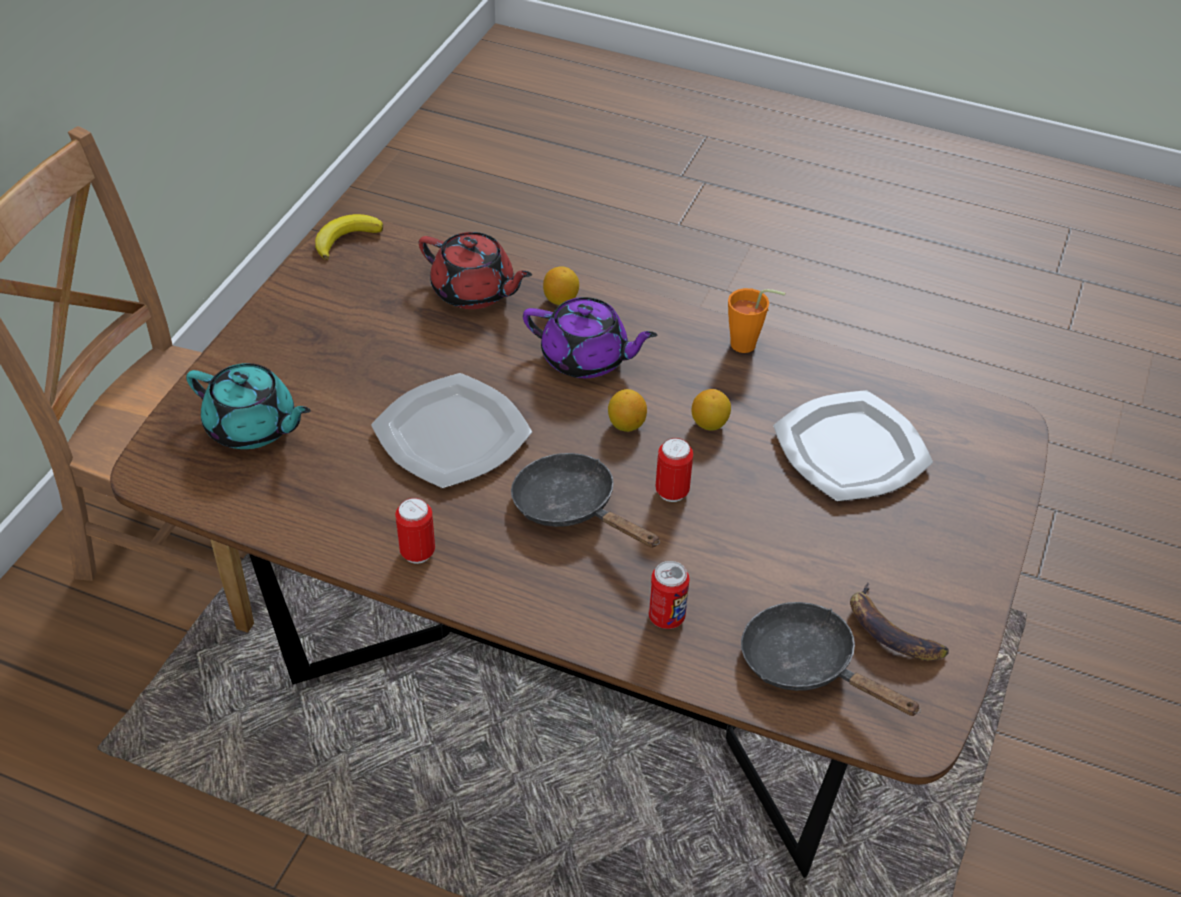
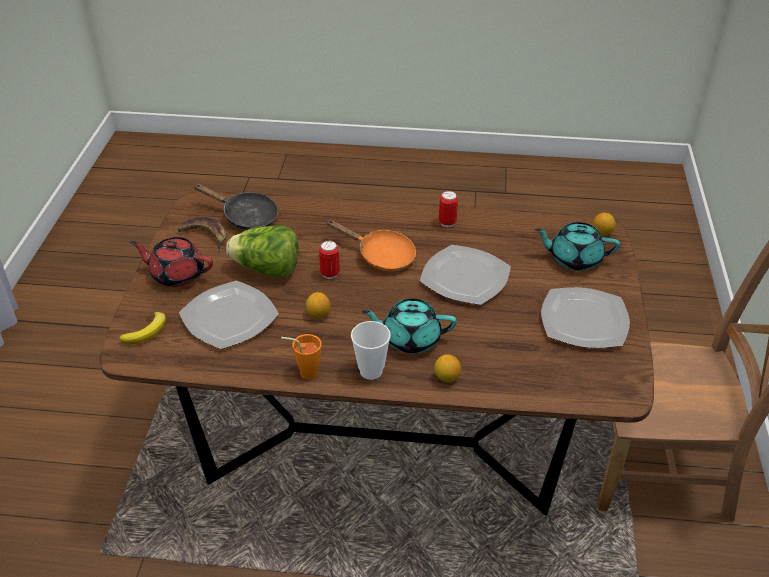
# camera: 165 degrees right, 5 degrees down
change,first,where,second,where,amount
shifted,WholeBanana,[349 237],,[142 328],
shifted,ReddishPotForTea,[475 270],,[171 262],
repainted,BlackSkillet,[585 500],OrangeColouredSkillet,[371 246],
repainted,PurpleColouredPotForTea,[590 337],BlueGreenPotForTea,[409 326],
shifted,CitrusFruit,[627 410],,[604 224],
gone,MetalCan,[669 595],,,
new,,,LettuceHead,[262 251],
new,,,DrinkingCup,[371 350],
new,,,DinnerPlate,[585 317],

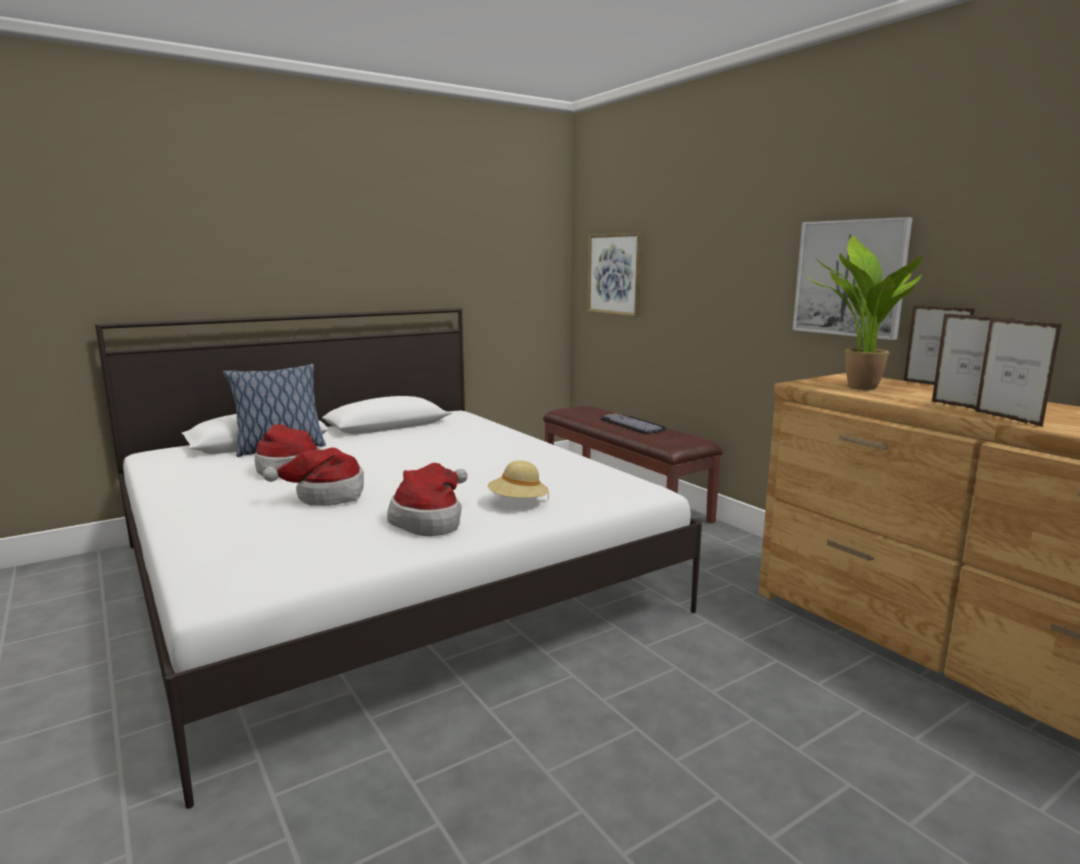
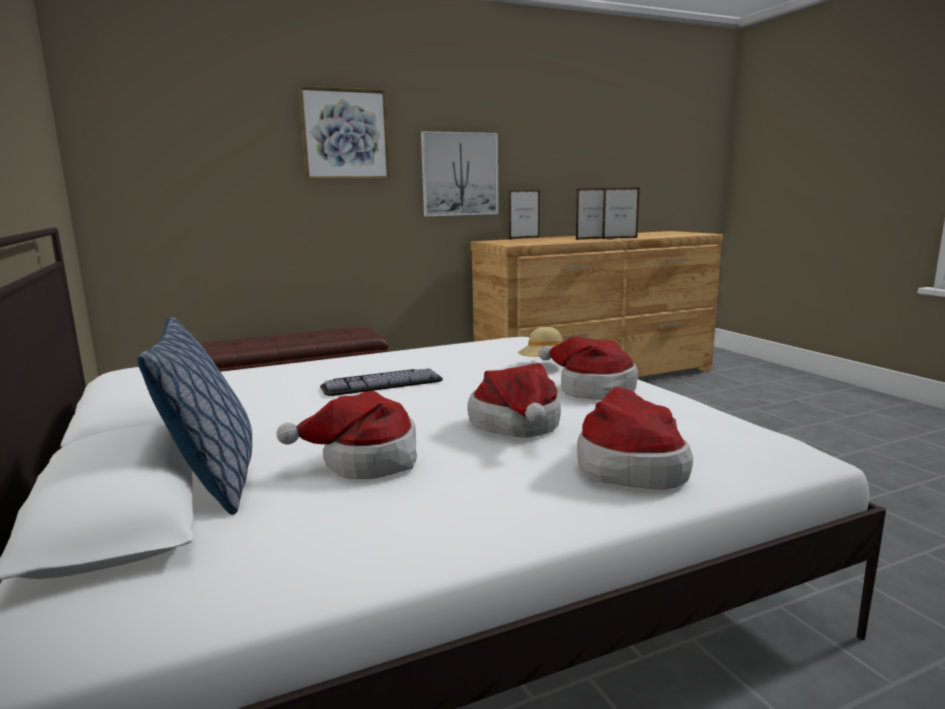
# camera: 80 degrees left, 0 degrees up
change,first,where,second,where,amount
shifted,WallPicture,[614 274],,[344 133],
shifted,Keyboard,[633 423],,[381 382],
gone,PottedPlant,[864 313],,,
new,,,WearableHat,[635 438],

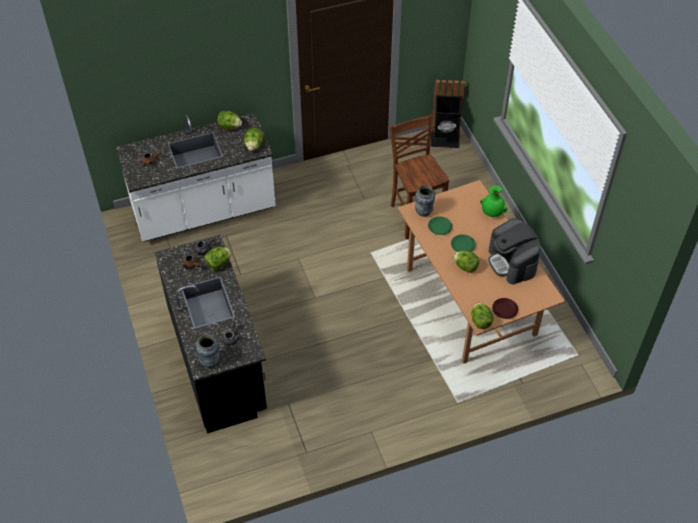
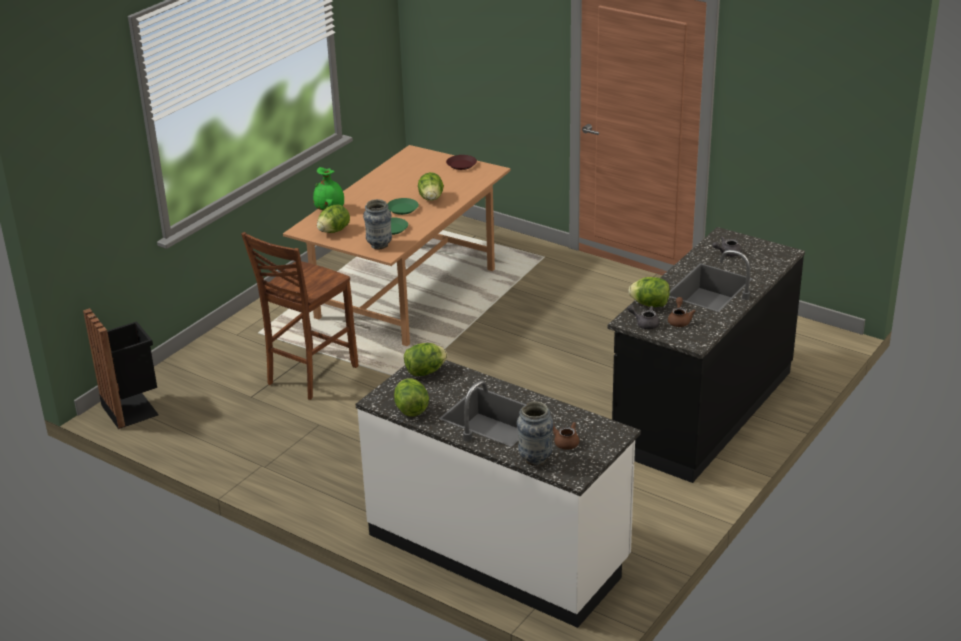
# camera: 125 degrees left, 20 degrees down
change,first,where,second,where,amount
shifted,FlowerVase,[208 351],,[535 434],
shifted,LettuceHead,[482 316],,[333 219],
gone,CoffeeMaker,[514 251],,,

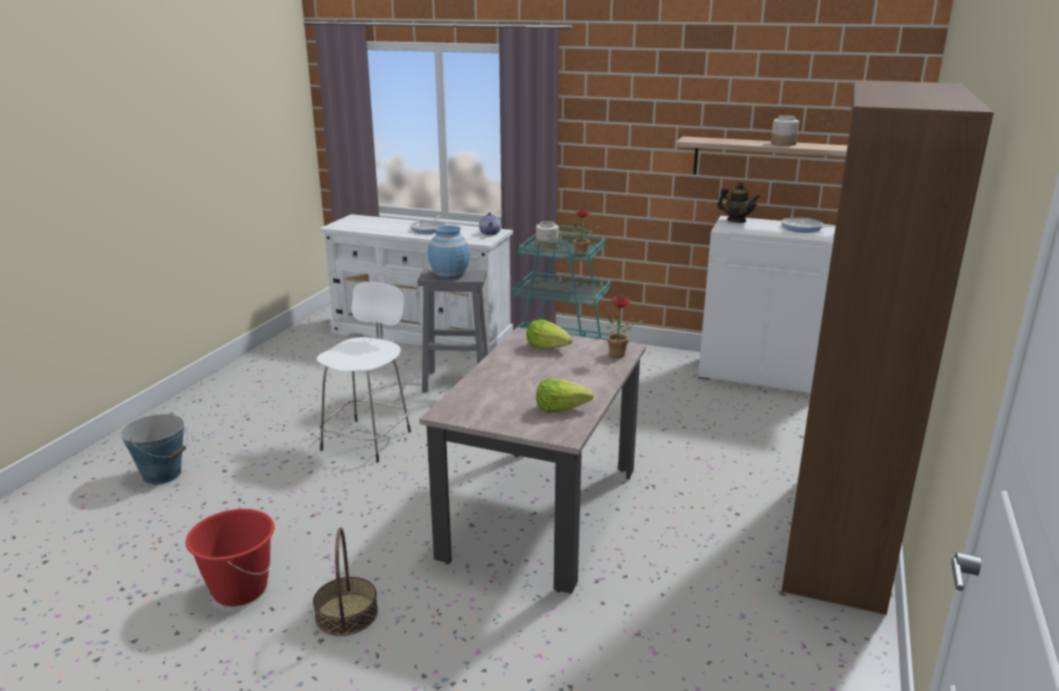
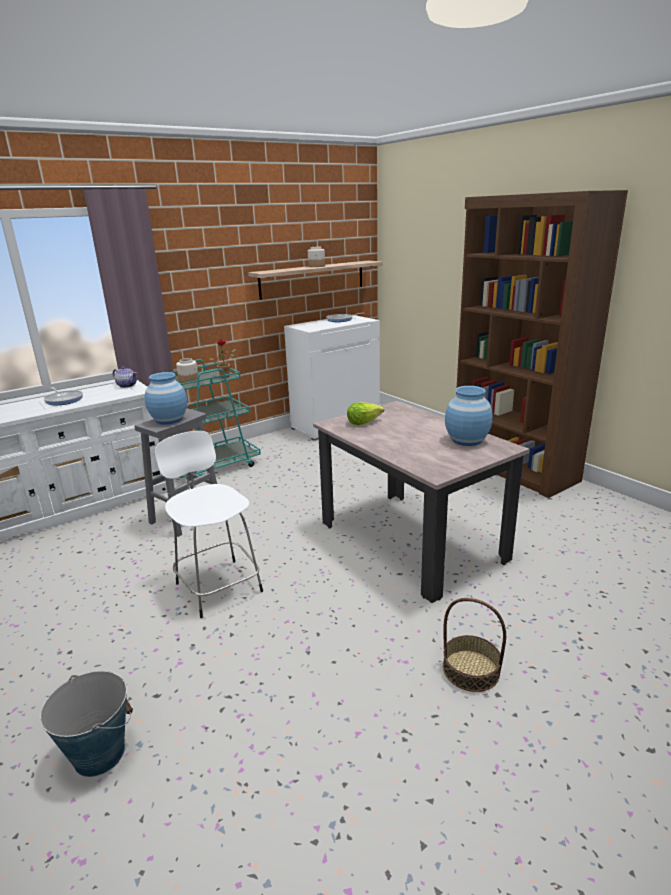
# camera: 55 degrees left, 0 degrees up
change,first,where,second,where,amount
gone,ReddishPail,[229 557],,,
swapped,LettuceHead,[565 396],BlueFlowerVase,[468 416],
gone,PottedPlant,[625 327],,,
gone,PotForTea,[738 203],,,

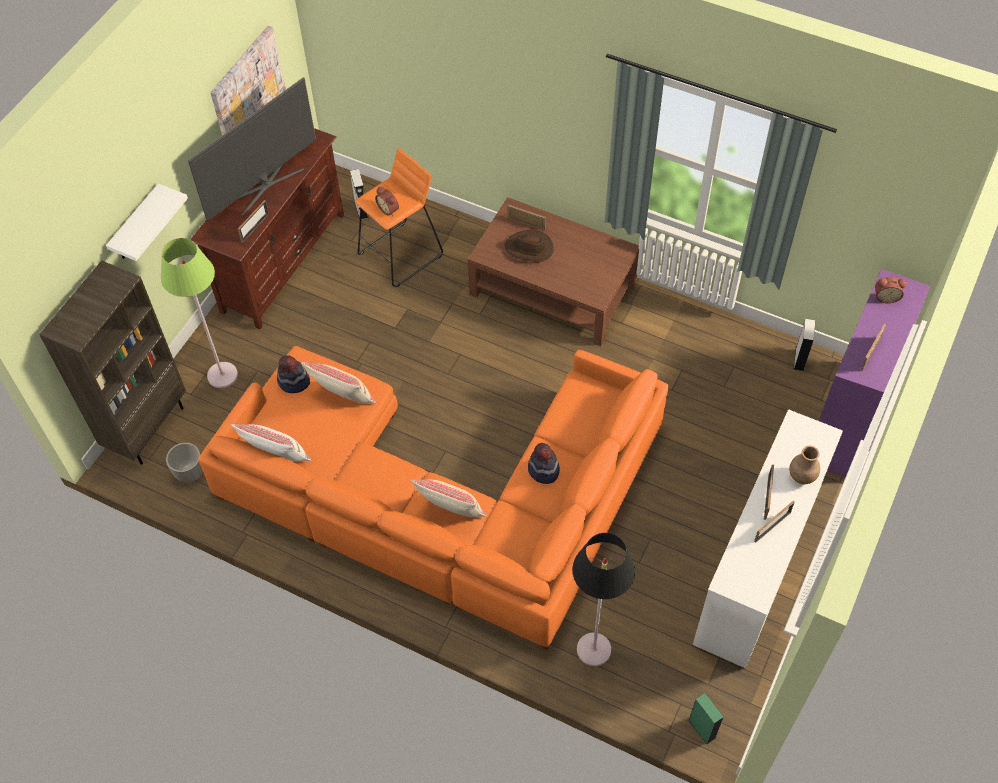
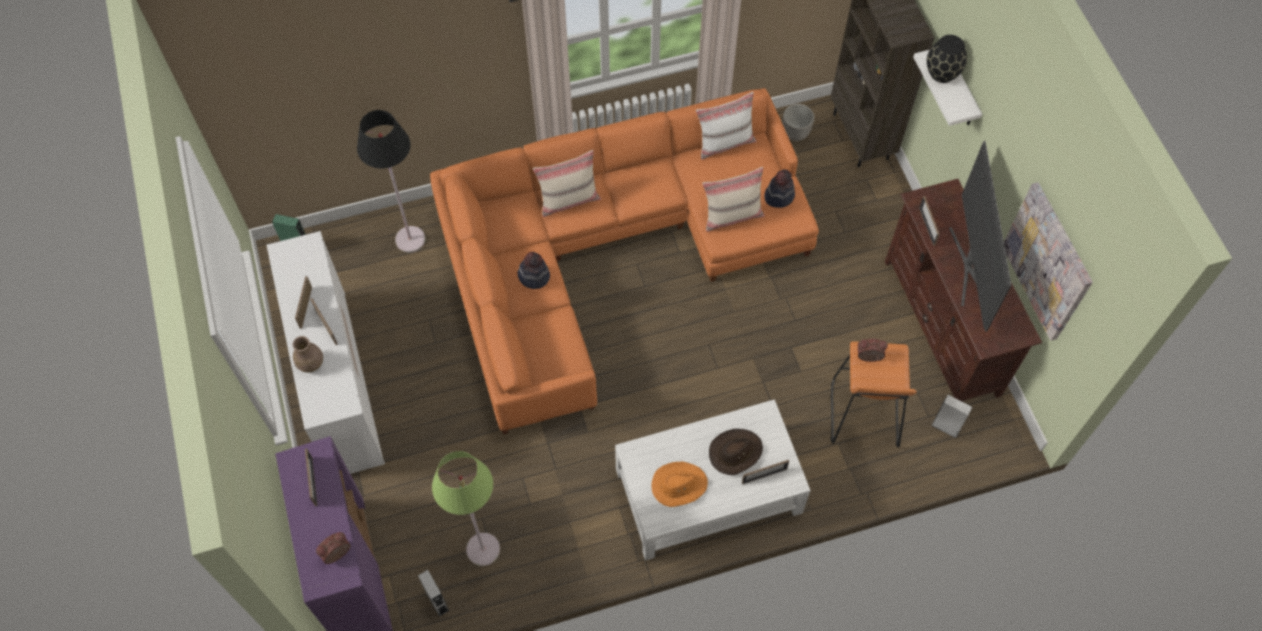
# camera: 135 degrees right, 5 degrees up
change,first,where,second,where,amount
shifted,GreenColouredFloorLamp,[199 313],,[466 508],
repainted,BrownLoungeTable,[553 271],WhiteLoungeTable,[713 480],
new,,,OrangeColouredWearableHat,[679 484],
new,,,BlackFlowerVase,[947 59],

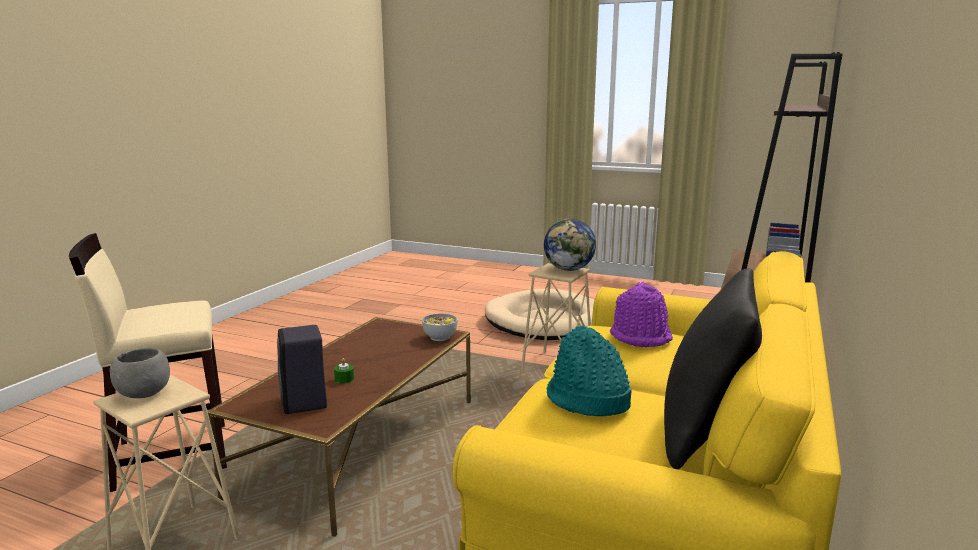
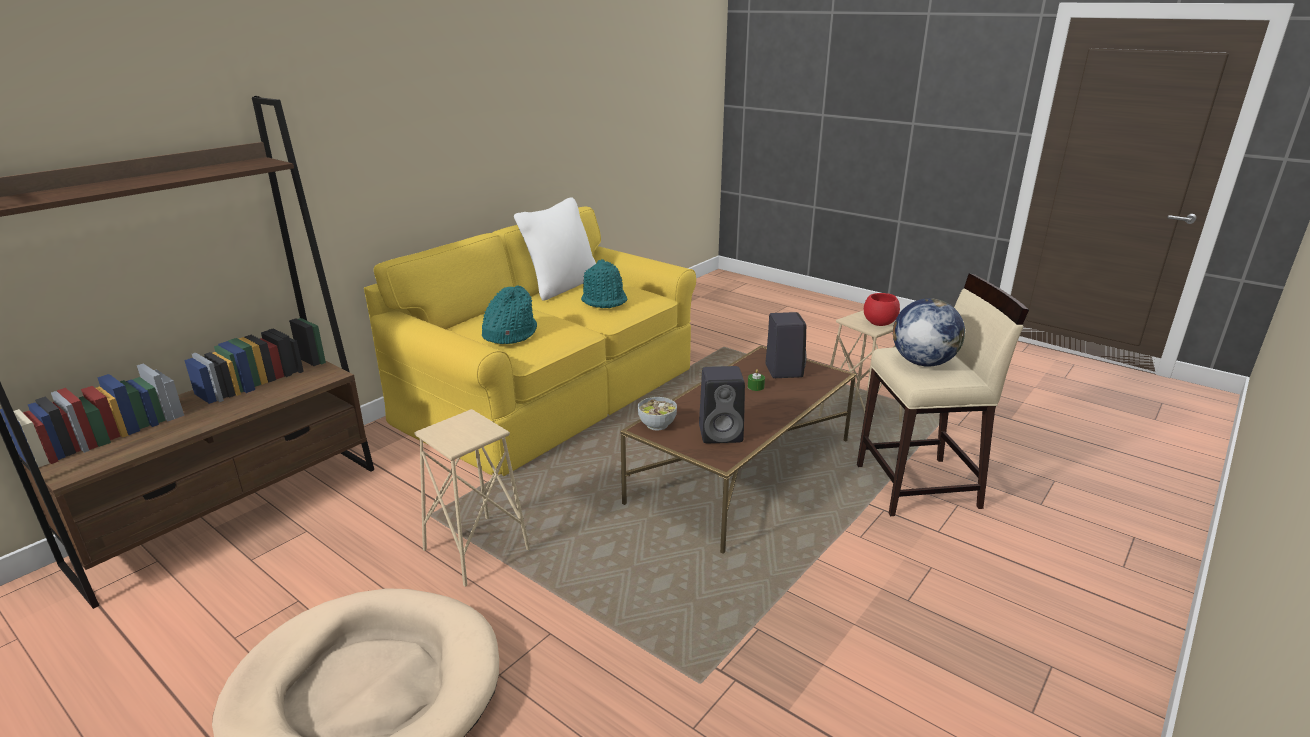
# camera: 165 degrees left, 10 degrees up
change,first,where,second,where,amount
repainted,GreyBowl,[140 372],ReddishBowl,[882 309],
shifted,DeskGlobe,[570 245],,[929 332],
repainted,PurpleColouredWearableHat,[641 314],BlueGreenWearableHat,[509 314],
repainted,BlackCushion,[713 368],WhiteCushion,[555 249],
new,,,BlackLoudspeaker,[722 404],

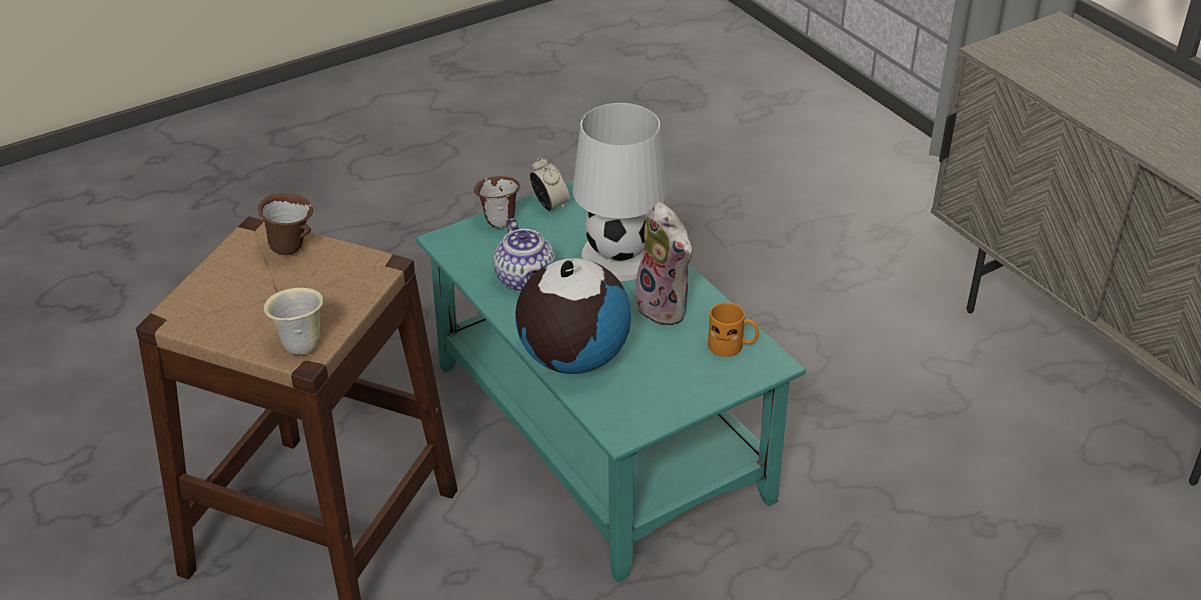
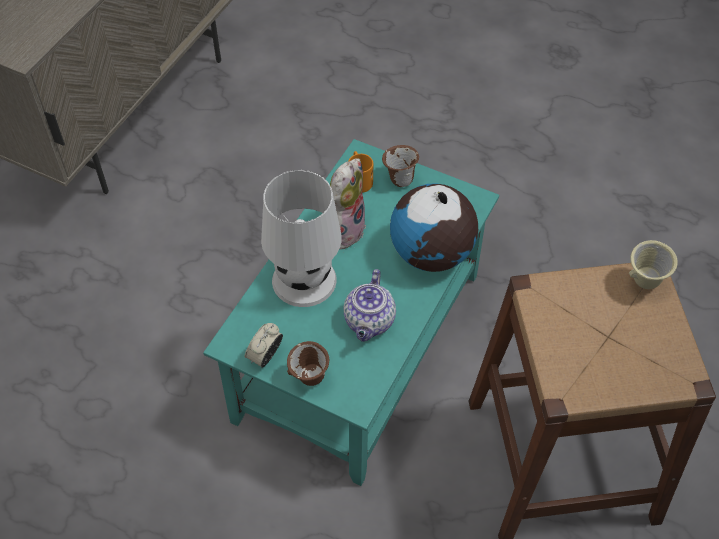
# camera: 120 degrees left, 15 degrees up
change,first,where,second,where,amount
shifted,BrownTeaMug,[285 224],,[400 166],
rotated,PotForTea,[524 255],,[370 305],150 degrees clockwise

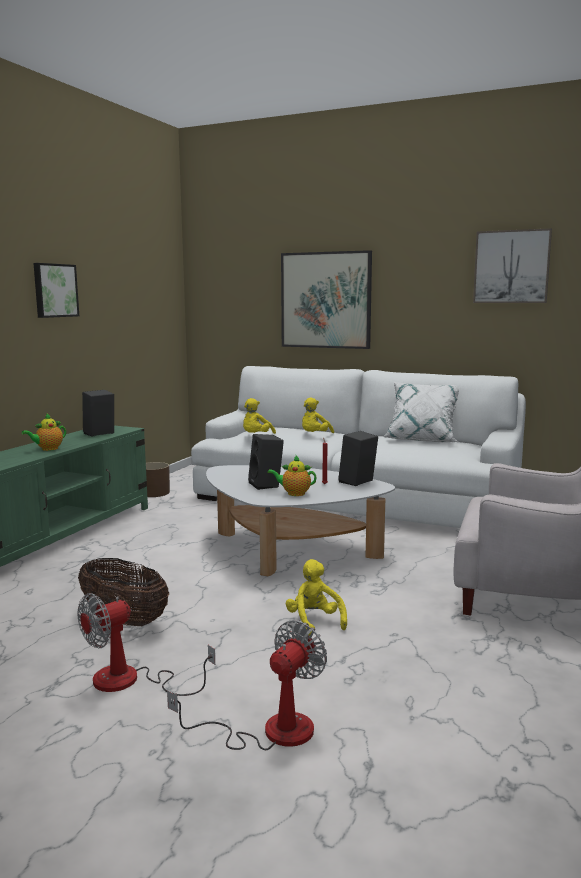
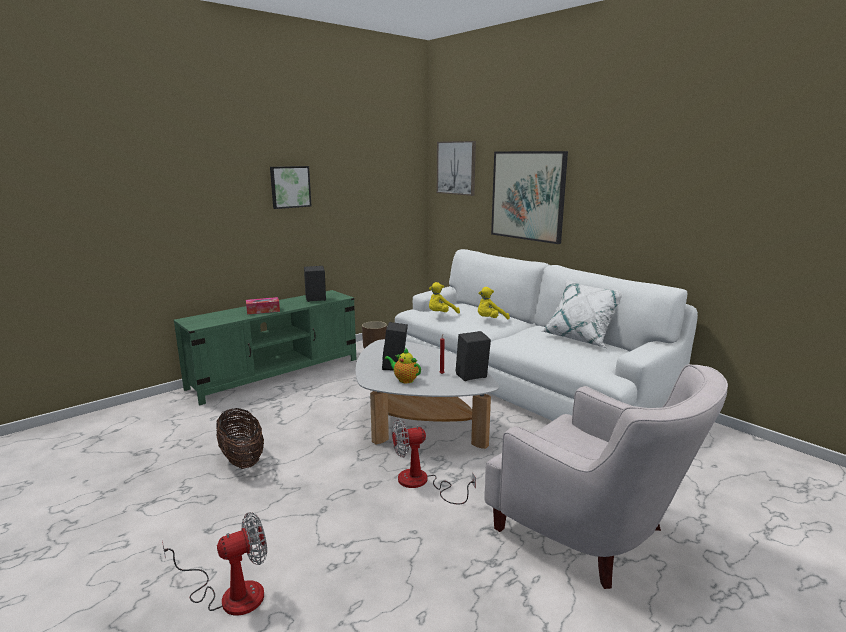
# camera: 25 degrees right, 5 degrees up
change,first,where,second,where,amount
swapped,PotForTea,[44 432],BoxOfTissues,[263 305],
shifted,ElectricFan,[146 644],,[434 462],
gone,YellowishCuddlyToy,[316 597],,,
shifted,WallPicture,[512 265],,[456 168],

